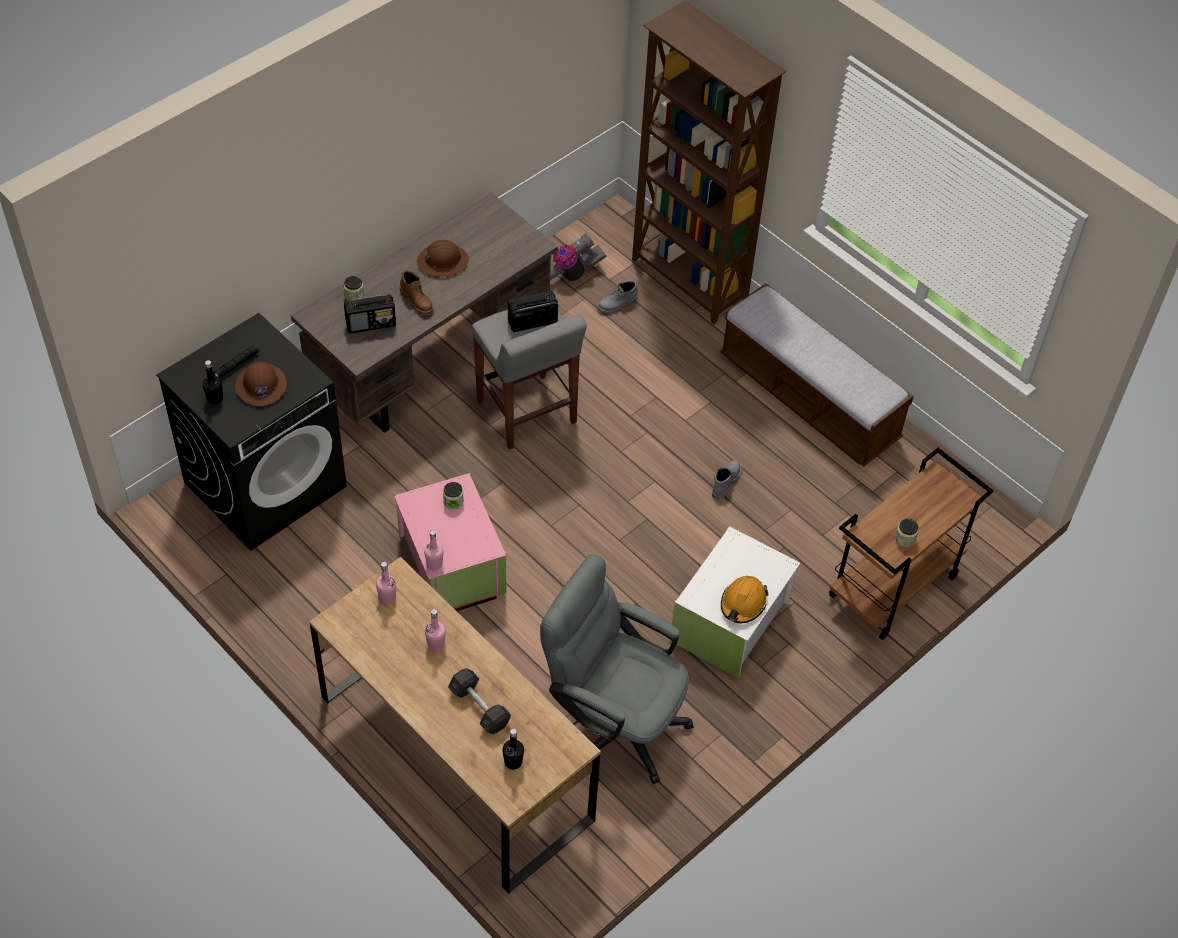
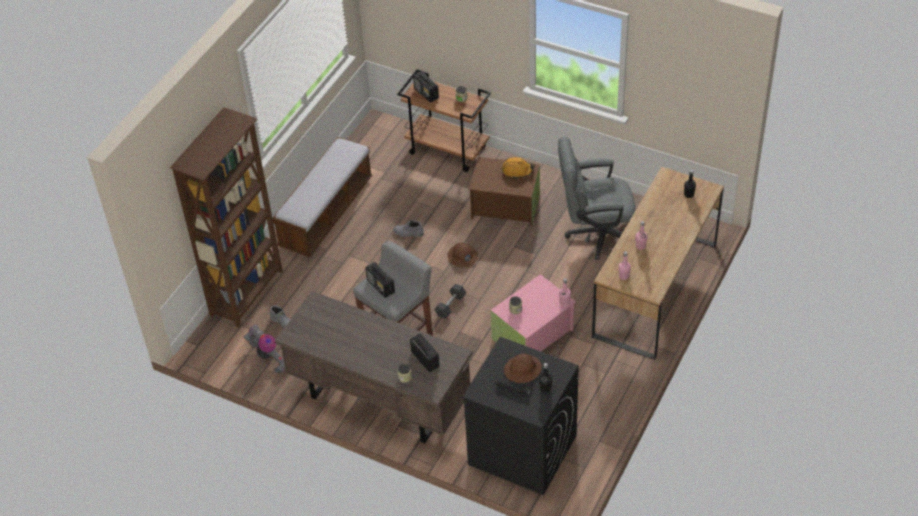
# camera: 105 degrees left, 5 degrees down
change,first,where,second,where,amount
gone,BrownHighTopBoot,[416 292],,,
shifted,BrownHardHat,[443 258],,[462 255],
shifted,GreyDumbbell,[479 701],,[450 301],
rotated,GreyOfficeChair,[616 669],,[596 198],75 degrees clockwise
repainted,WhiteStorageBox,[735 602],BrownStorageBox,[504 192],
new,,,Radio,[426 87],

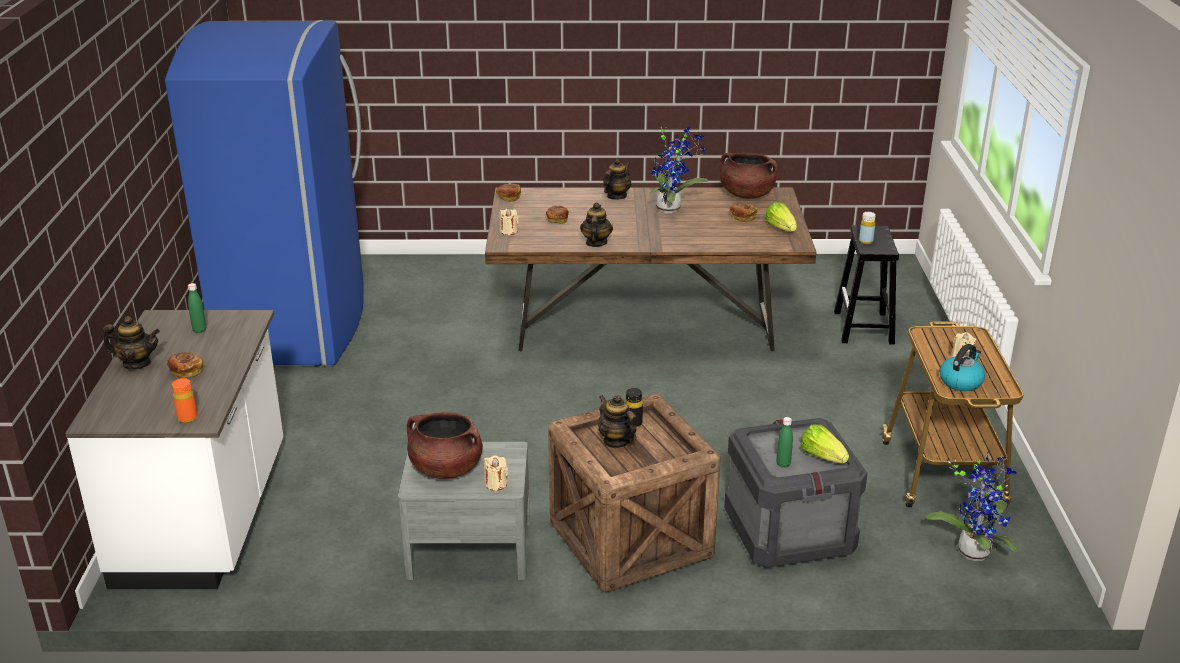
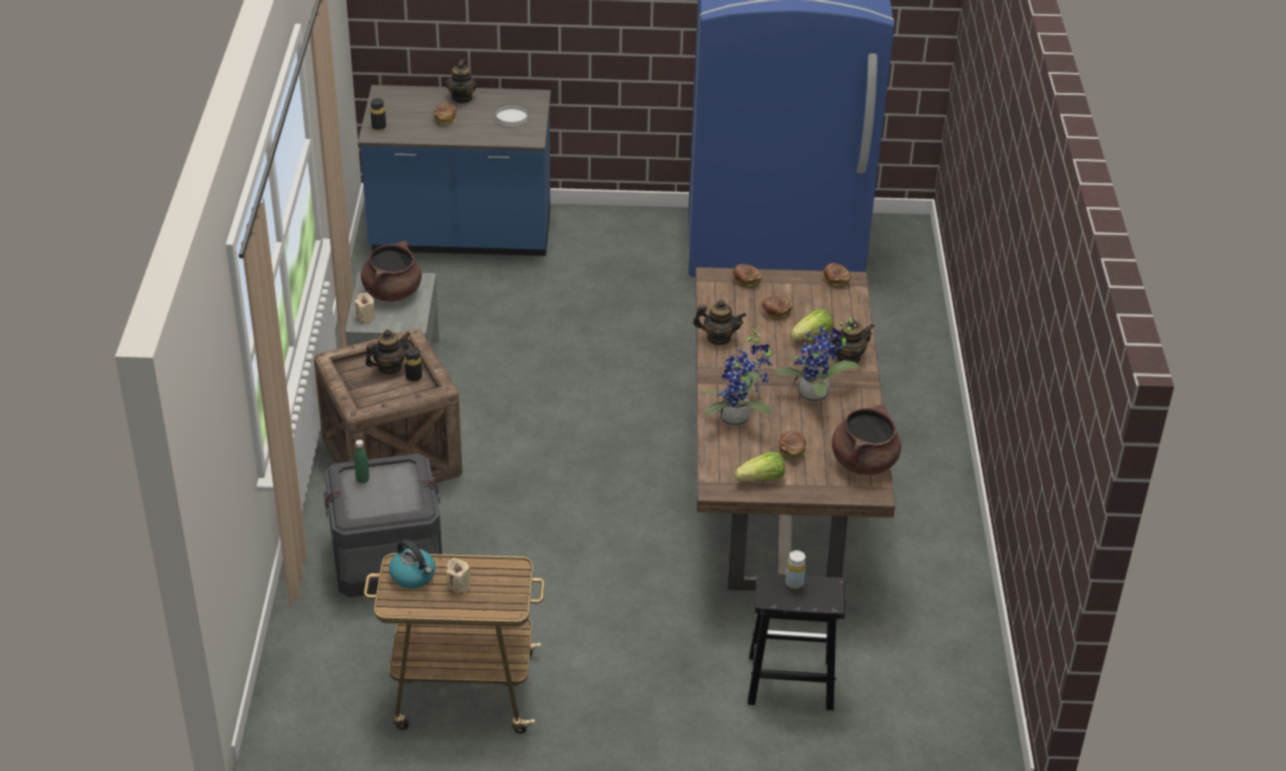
# camera: 90 degrees right, 10 degrees up
change,first,where,second,where,amount
repainted,WhiteKitchenBaseUnit,[174 449],BlueKitchenBaseUnit,[454 170],
repainted,OrangeColouredBeverageBottle,[185 400],BlackBeverageBottle,[378 114],
swapped,GreenColouredBeverageBottle,[197 308],WhiteDinnerPlate,[512 115],
swapped,BeigeColouredWaxCandle,[509 221],BakedBread,[747 276],
rotated,PotForTea,[617 179],,[851 341],60 degrees counterclockwise
shifted,LettuceHead,[824 443],,[812 324],
shifted,PottedPlant,[972 506],,[737 377],

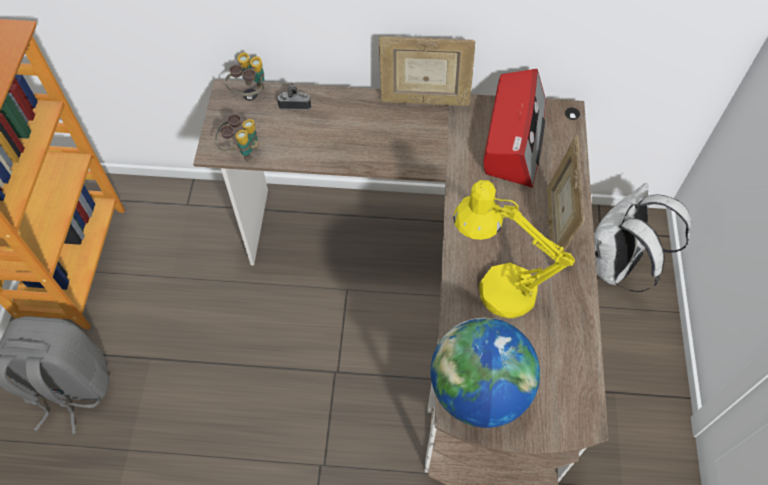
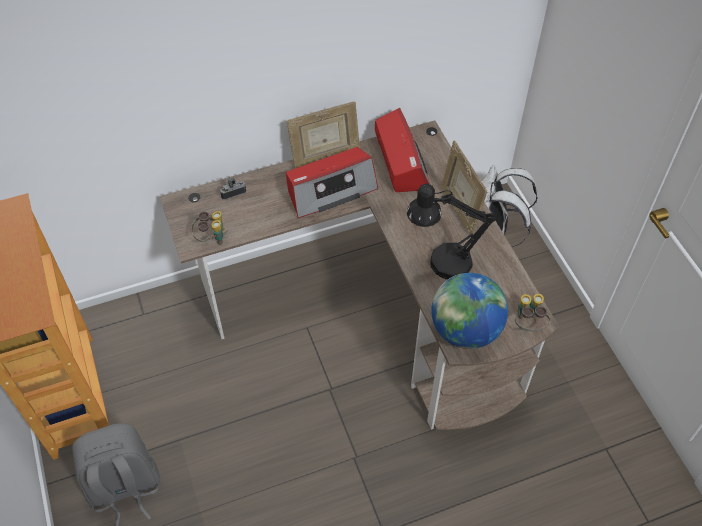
# camera: 25 degrees left, 5 degrees down
change,first,where,second,where,amount
shifted,PairOfBinoculars,[245 74],,[532 313],
repainted,YellowishTabletopLamp,[514 249],BlackTabletopLamp,[451 231],
new,,,Radio,[332 182],

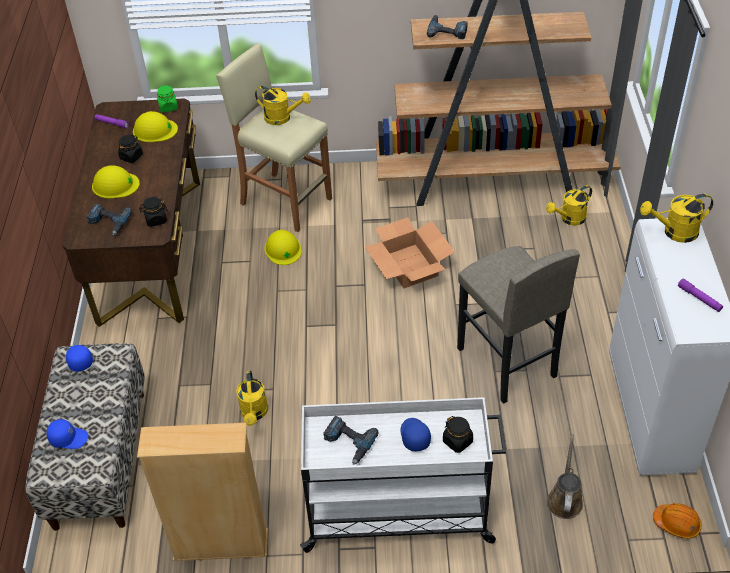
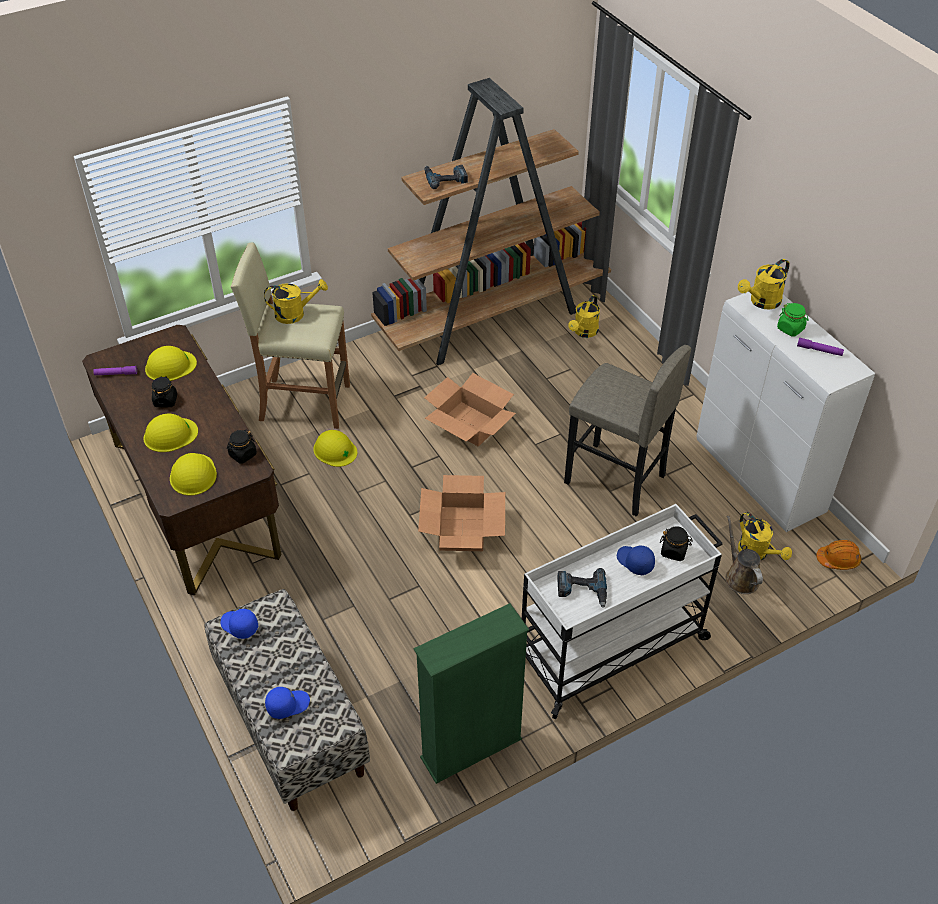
# camera: 30 degrees left, 0 degrees up
change,first,where,second,where,amount
swapped,Drill,[109 219],YellowishHardHat,[193 474],
repainted,BeigeColouredShelvingUnit,[202 492],GreenColouredShelvingUnit,[471 693],
shifted,GreenColouredPreserveJar,[167 98],,[792 320],
shifted,YellowishWateringPot,[252 398],,[765 536],
new,,,CardboardBox,[461 513],

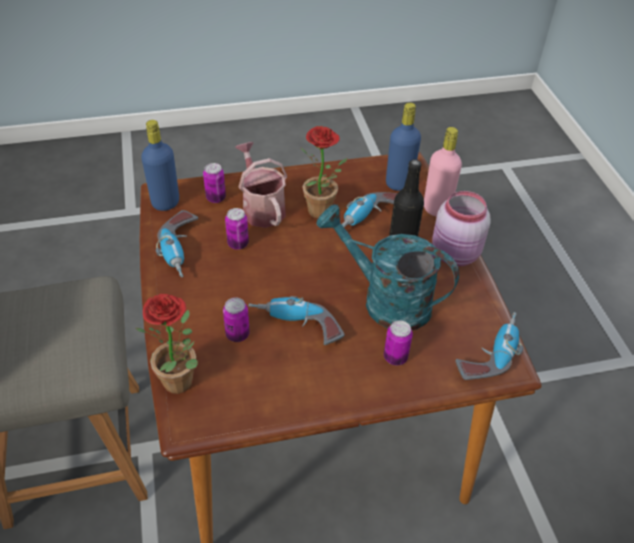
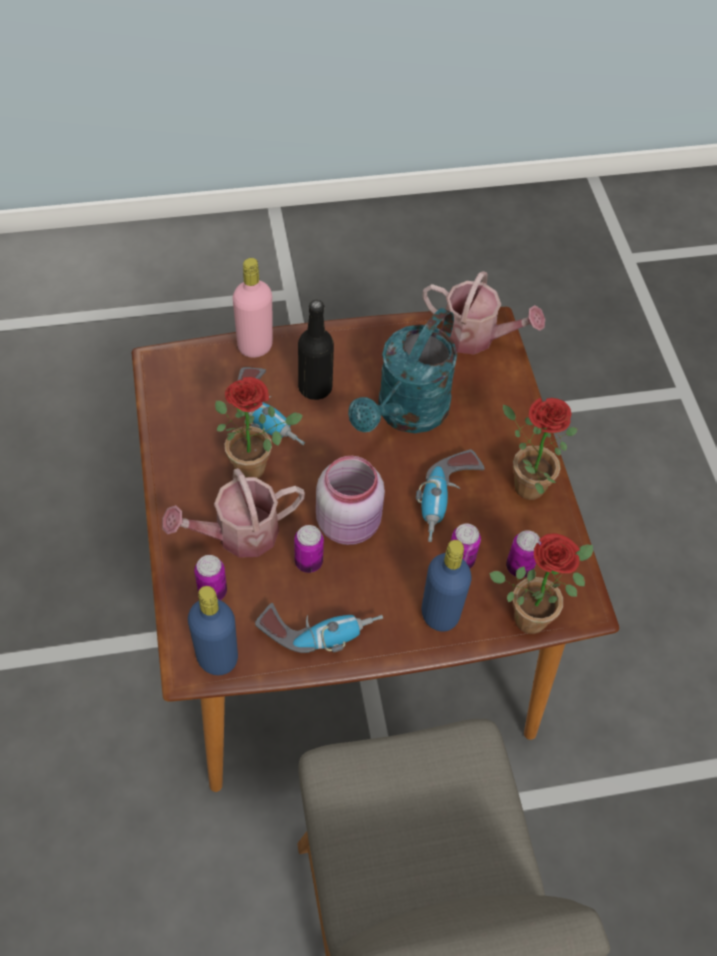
# camera: 90 degrees left, 10 degrees up
change,first,where,second,where,amount
shifted,MetalCan,[398 342],,[524 554],
shifted,BlueBeverageBottle,[403 147],,[446 586],
shifted,PinkColouredPreserveJar,[461 228],,[350 500],
swapped,Drill,[489 346],WateringPot,[483 312],
new,,,PottedPlant,[540 449],

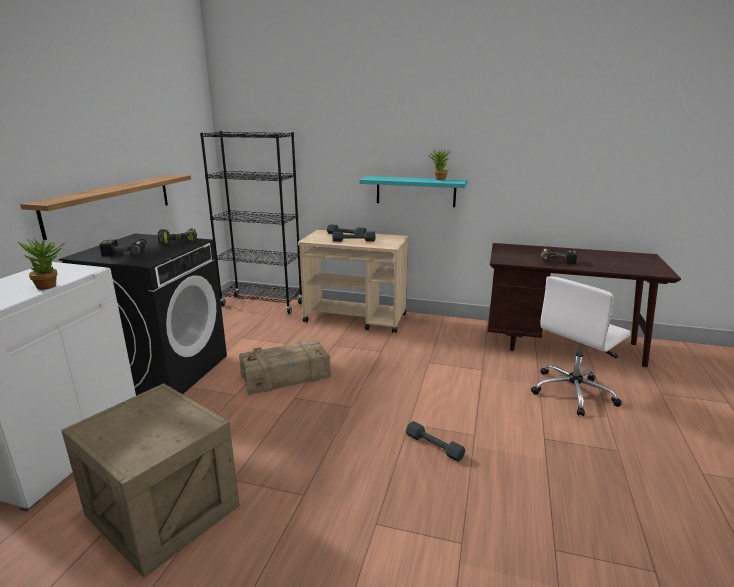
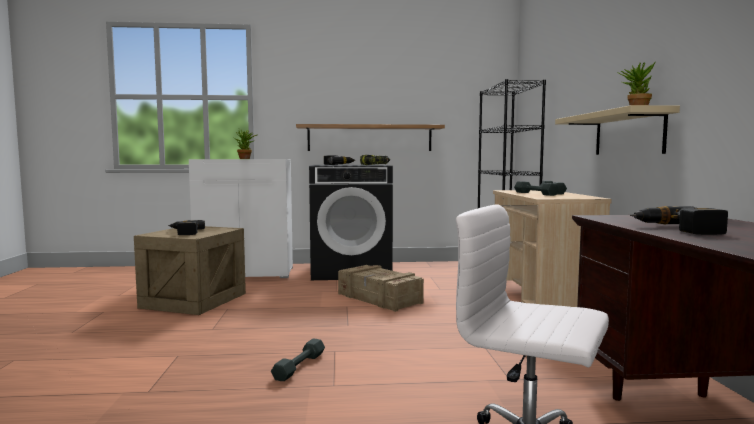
# camera: 70 degrees right, 15 degrees down
change,first,where,second,where,amount
repainted,BlueGreenShelf,[413 191],BeigeColouredShelf,[617 130],
new,,,Drill,[186 227],

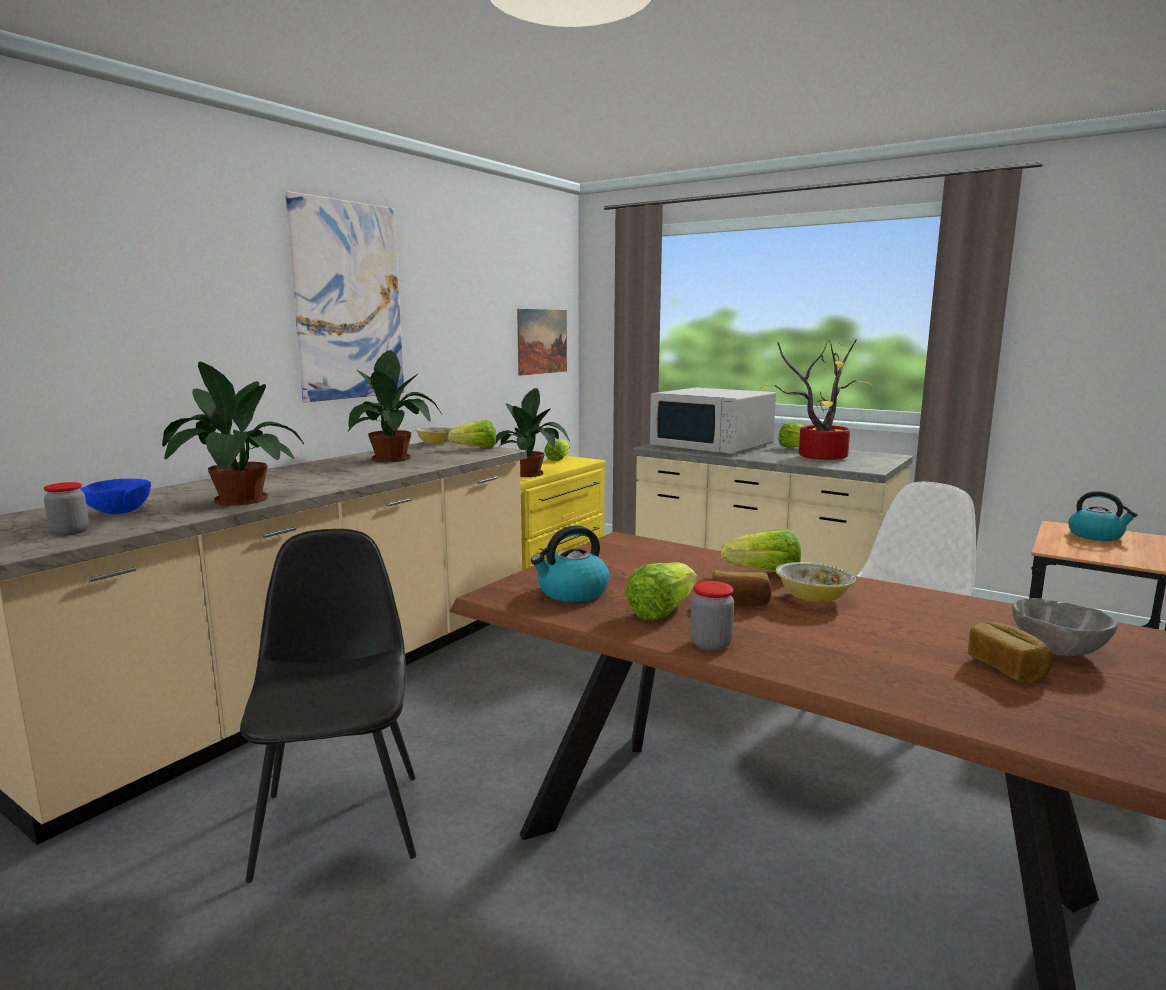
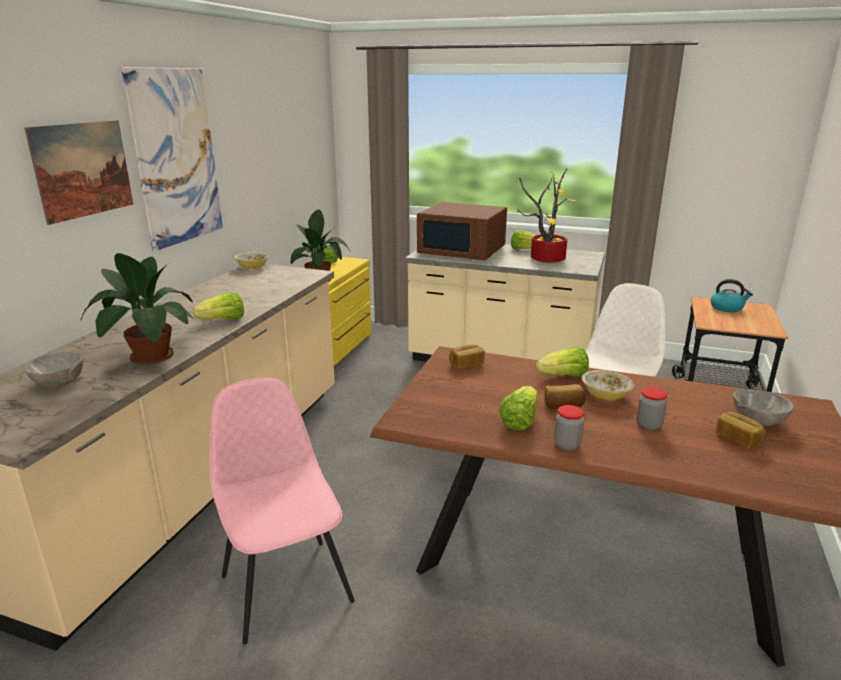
# camera: 15 degrees left, 10 degrees up
change,first,where,second,where,amount
shifted,PreserveJar,[66 509],,[651 408],
repainted,BlueBowl,[115 496],GreyBowl,[54 369],
repainted,BlackUprightChair,[328 706],PinkColouredUprightChair,[282 510],
gone,PottedPlant,[395 406],,,
shifted,LettuceHead,[472 434],,[218 306],
shifted,WallPicture,[542 342],,[78 172],
gone,WaterKettle,[570 563],,,
repainted,WhiteMicrowaveOven,[713 421],BrownMicrowaveOven,[462 231],
new,,,BakedBread,[467 357],

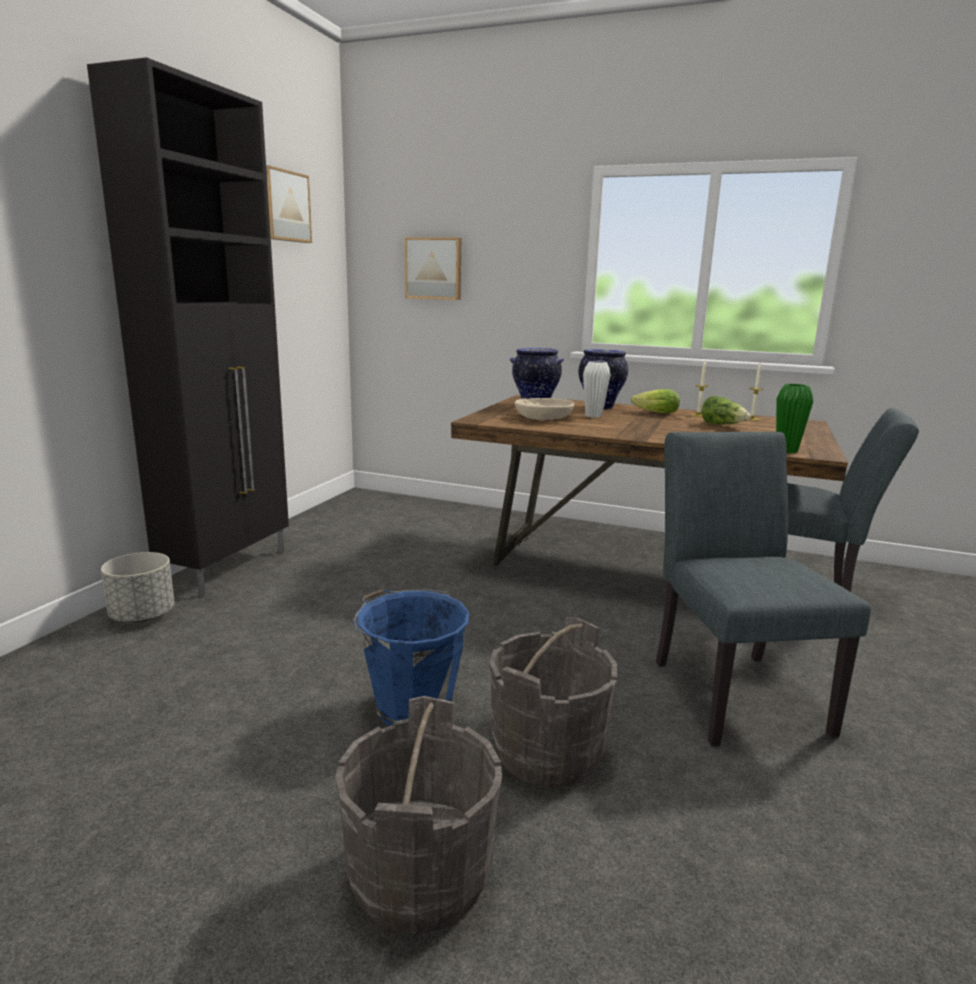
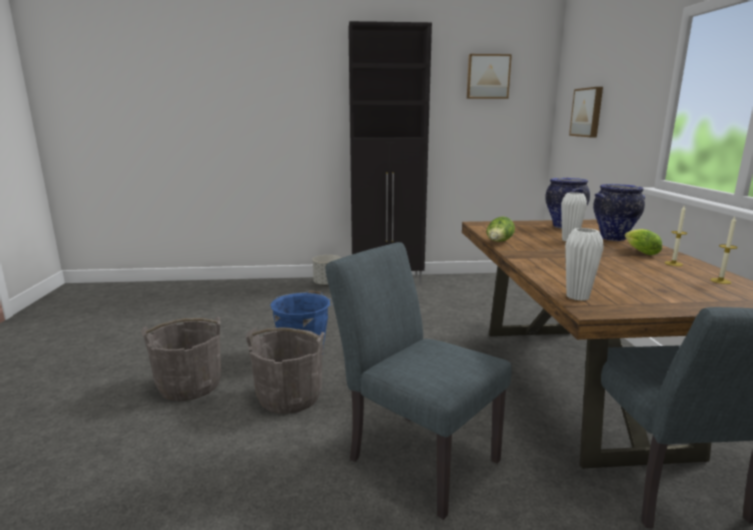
# camera: 65 degrees right, 0 degrees up
change,first,where,second,where,amount
gone,BeigeColouredBowl,[544 409],,,
rotated,GreyUprightChair,[763 589],,[418 381],105 degrees counterclockwise
shifted,LettuceHead,[726 410],,[500 229],
repainted,GreenColouredFlowerVase,[794 418],WhiteFlowerVase,[584 264],

